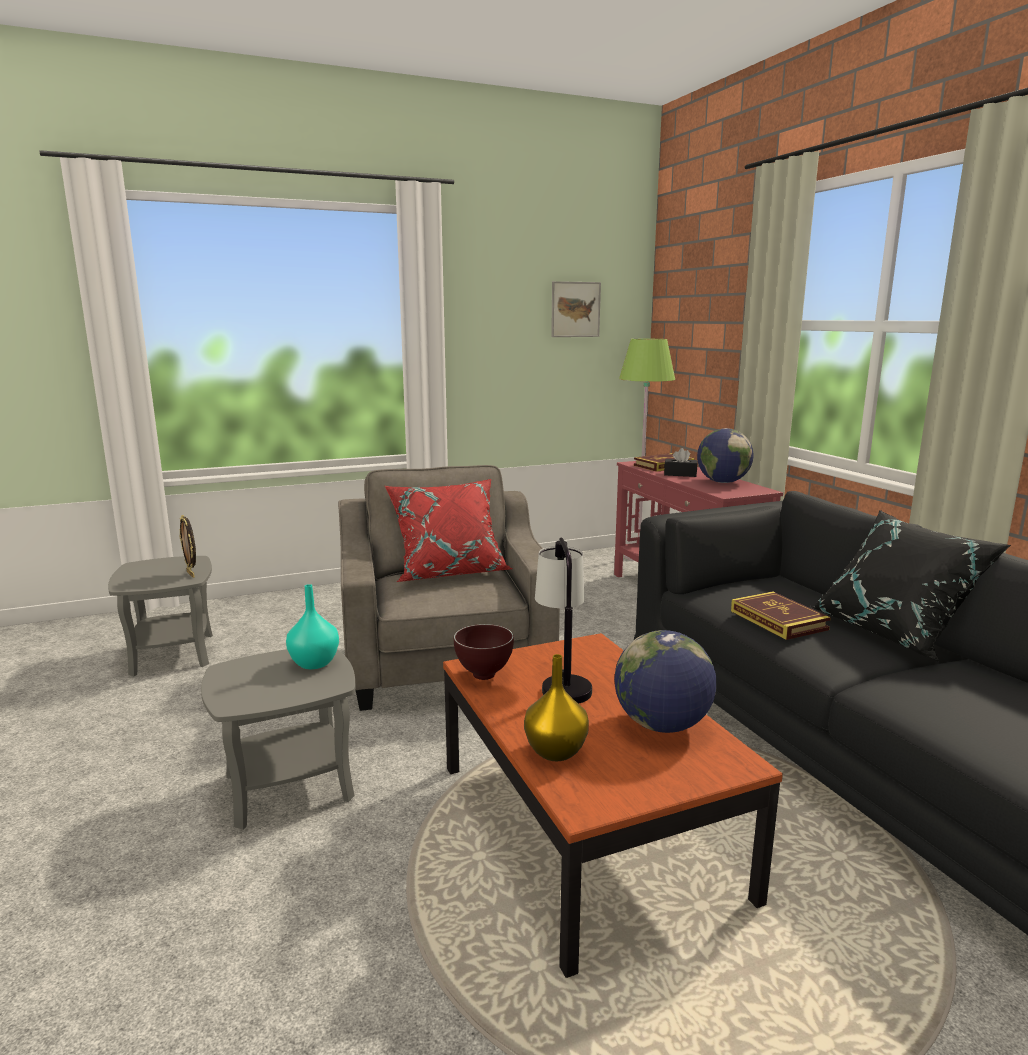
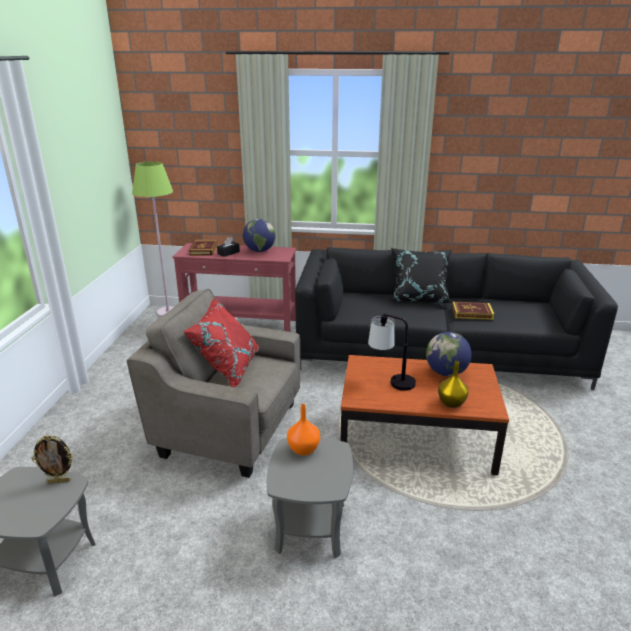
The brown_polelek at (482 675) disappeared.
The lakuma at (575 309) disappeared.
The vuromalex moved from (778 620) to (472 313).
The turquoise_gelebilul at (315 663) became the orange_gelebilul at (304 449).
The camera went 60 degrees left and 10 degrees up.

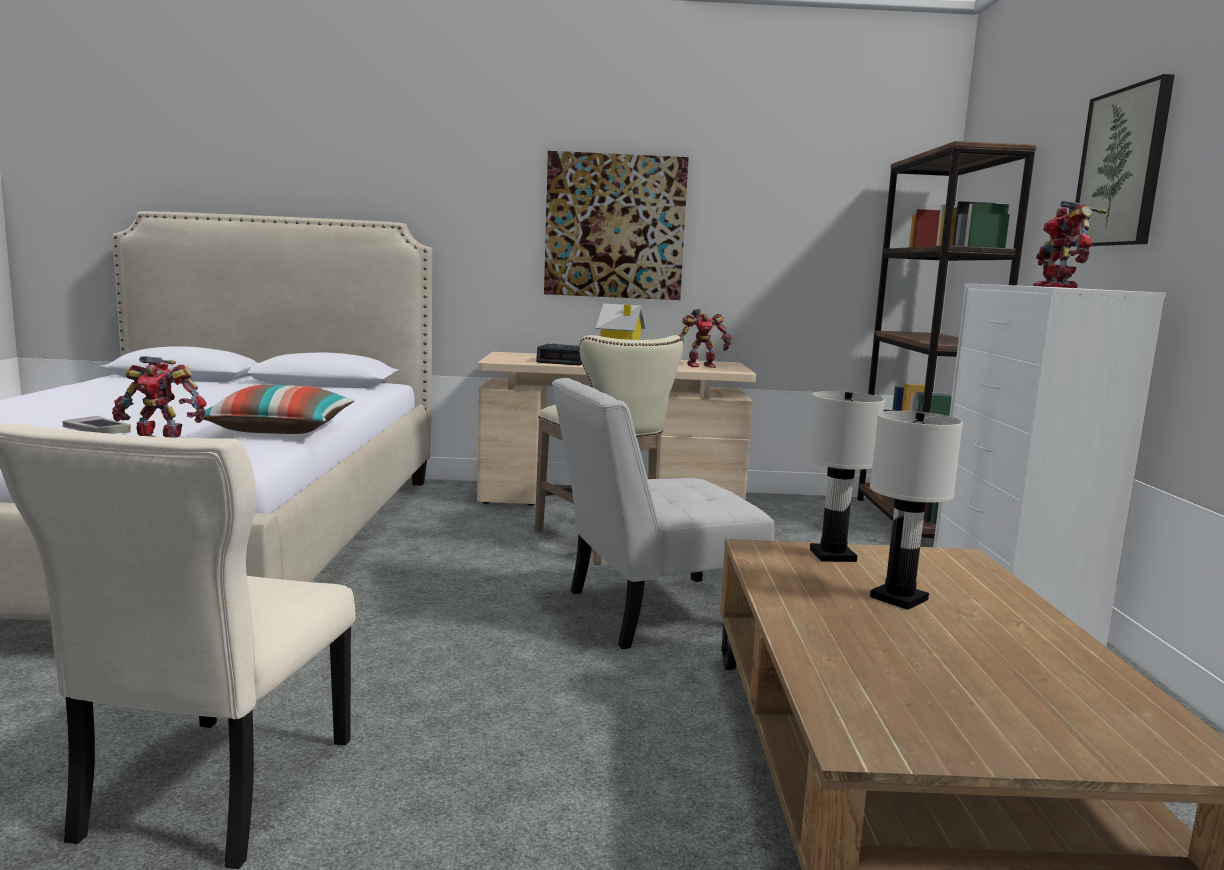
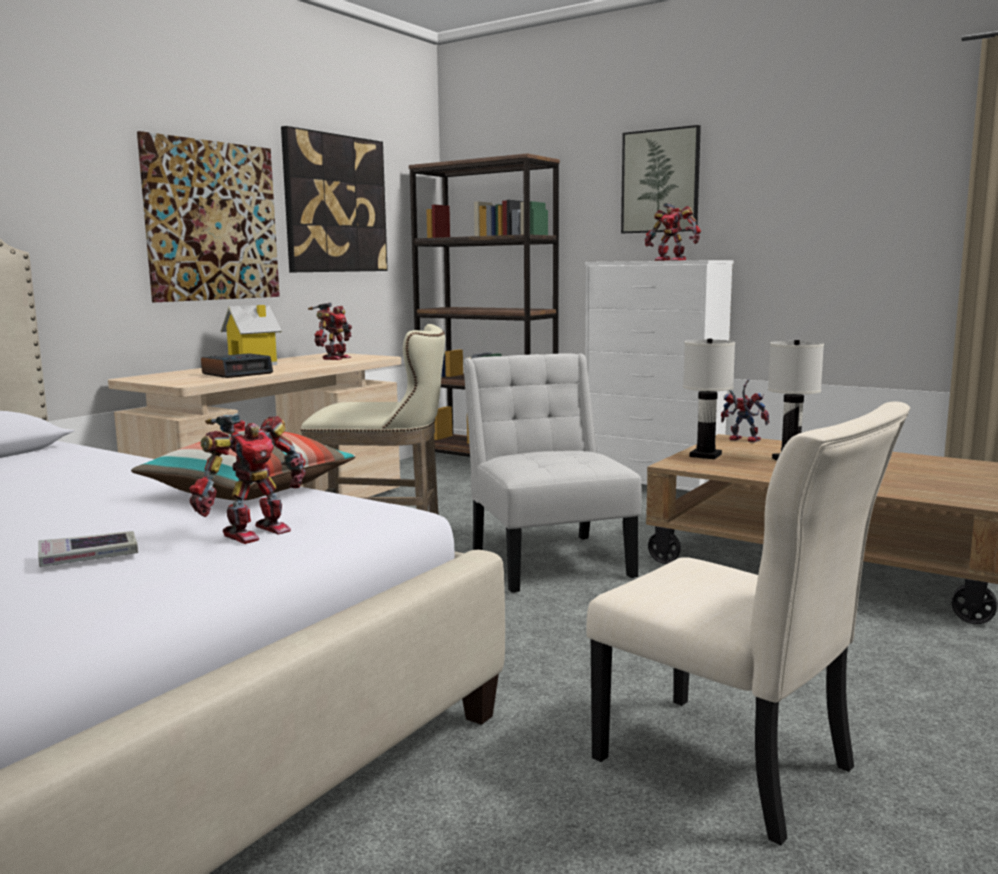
The lakuma at (335 204) appeared.
The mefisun at (741 440) appeared.
The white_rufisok at (651 612) turned 150 degrees clockwise.
The camera went 55 degrees left and 0 degrees up.

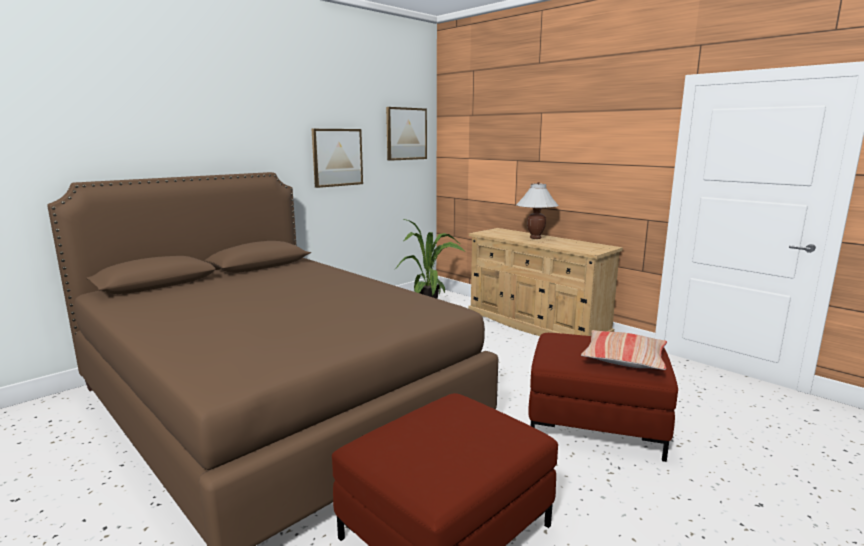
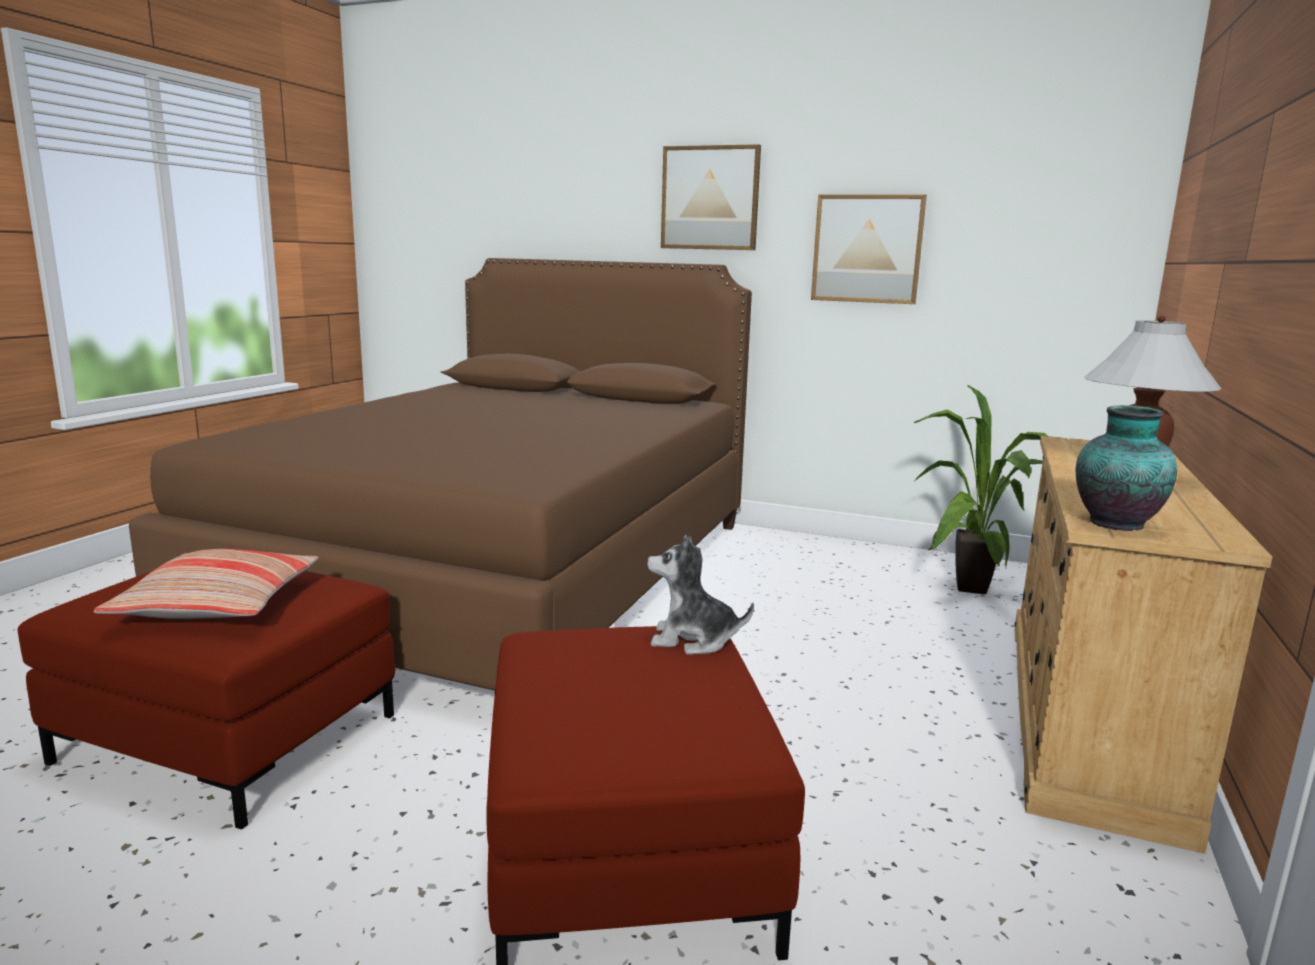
The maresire at (693 640) appeared.
The gelebilul at (1115 524) appeared.
The lakuma moved from (406 134) to (710 198).
The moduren moved from (624 359) to (218 604).
The camera went 65 degrees right and 0 degrees up.

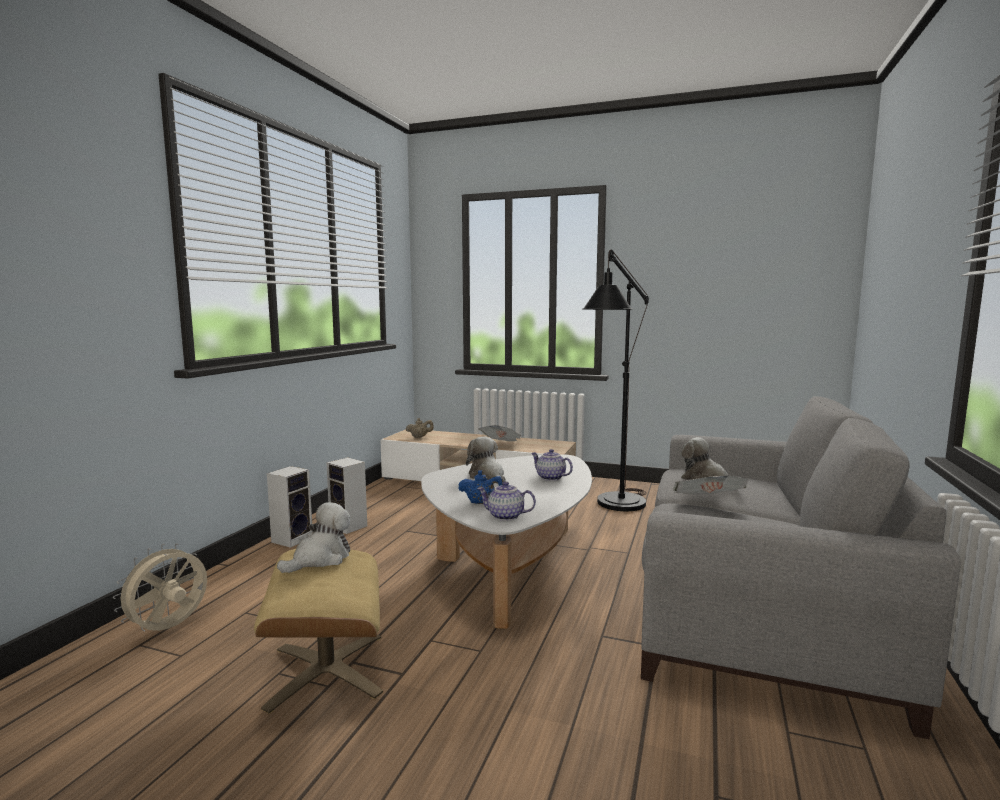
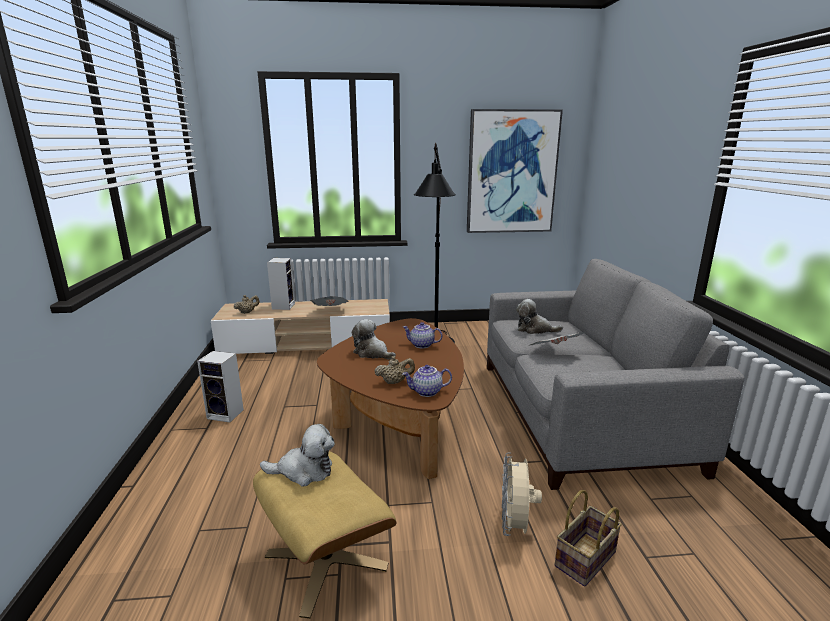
The lakuma at (511 172) appeared.
The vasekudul at (585 560) appeared.
The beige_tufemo moved from (169 629) to (515 526).
The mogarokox moved from (292 539) to (283 306).
The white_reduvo at (512 566) became the brown_reduvo at (399 420).
The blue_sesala at (481 503) became the beige_sesala at (394 382).
The maresire at (320 559) turned 75 degrees clockwise.
The camera went 25 degrees left and 10 degrees up.

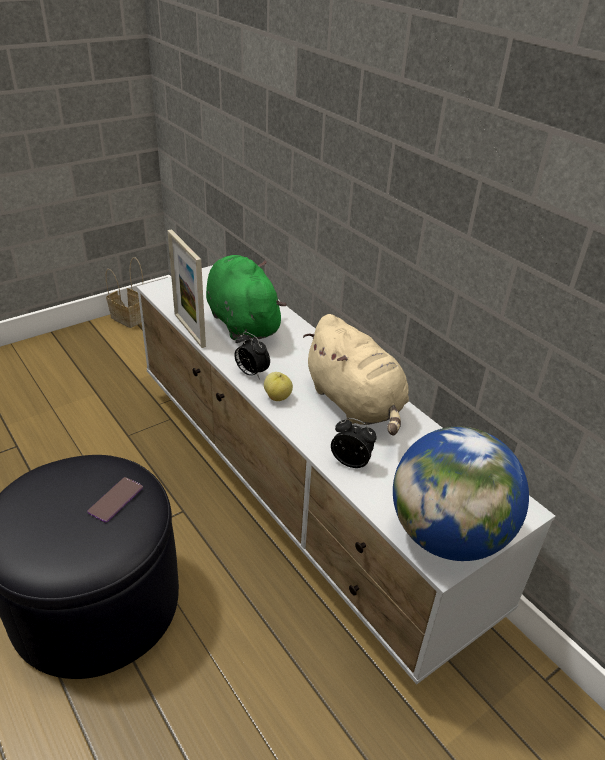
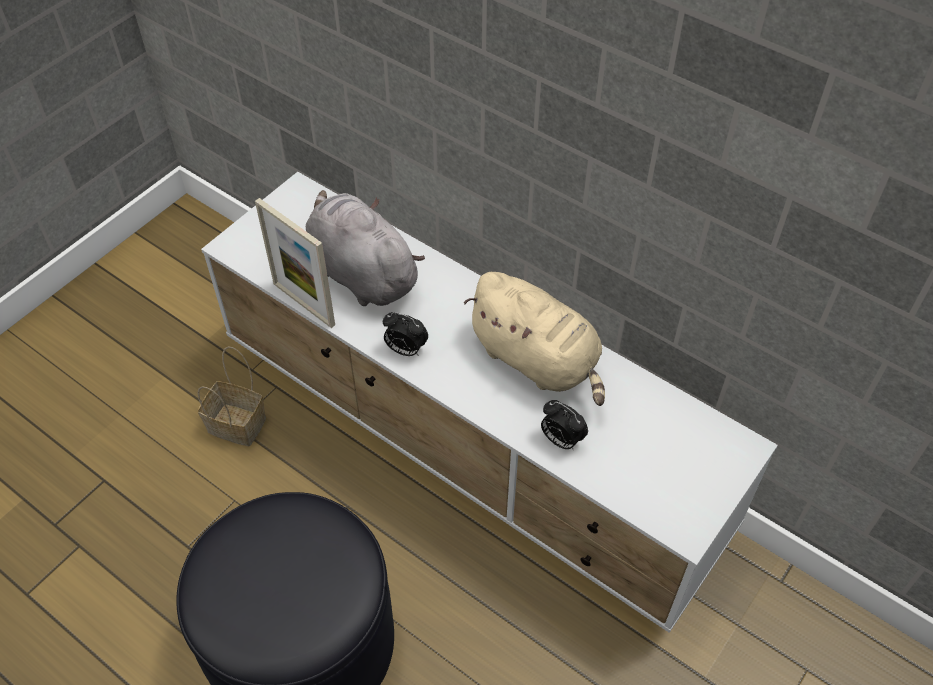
The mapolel at (116 500) disappeared.
The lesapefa at (278 397) disappeared.
The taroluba at (447 535) disappeared.
The vasekudul moved from (130 318) to (239 424).
The green_maresire at (242 321) became the grey_maresire at (360 272).
The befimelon at (351 462) turned 150 degrees counterclockwise.
The camera went 15 degrees left and 15 degrees up.

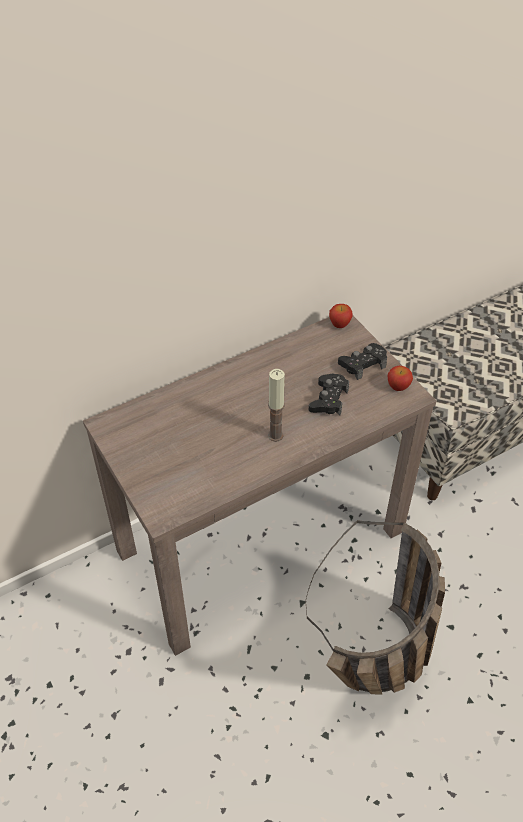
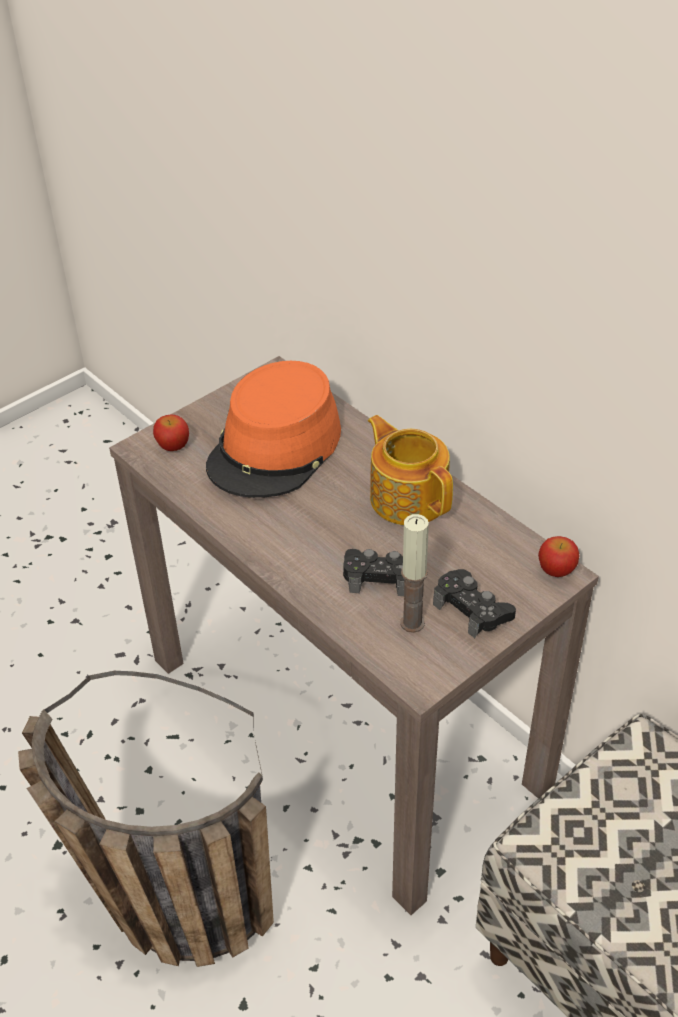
The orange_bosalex at (275 448) appeared.
The sesala at (408 497) appeared.
The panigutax moved from (275 435) to (412 623).
The lesapefa moved from (398 386) to (173 446).
The camera went 80 degrees right and 5 degrees down.

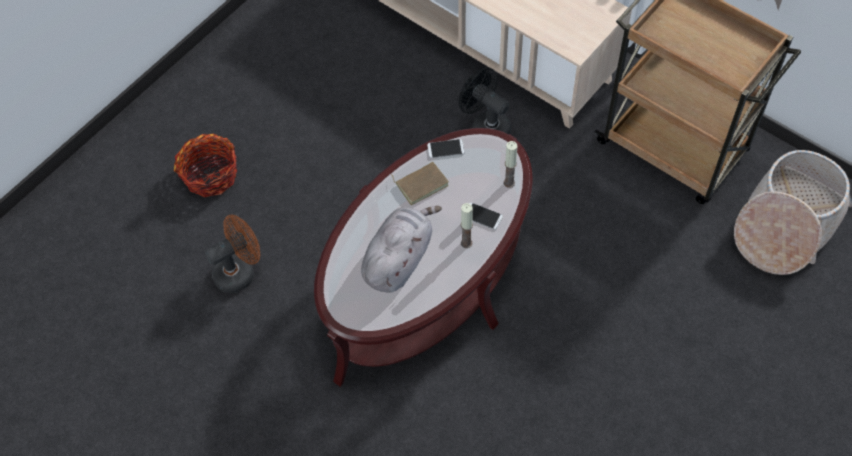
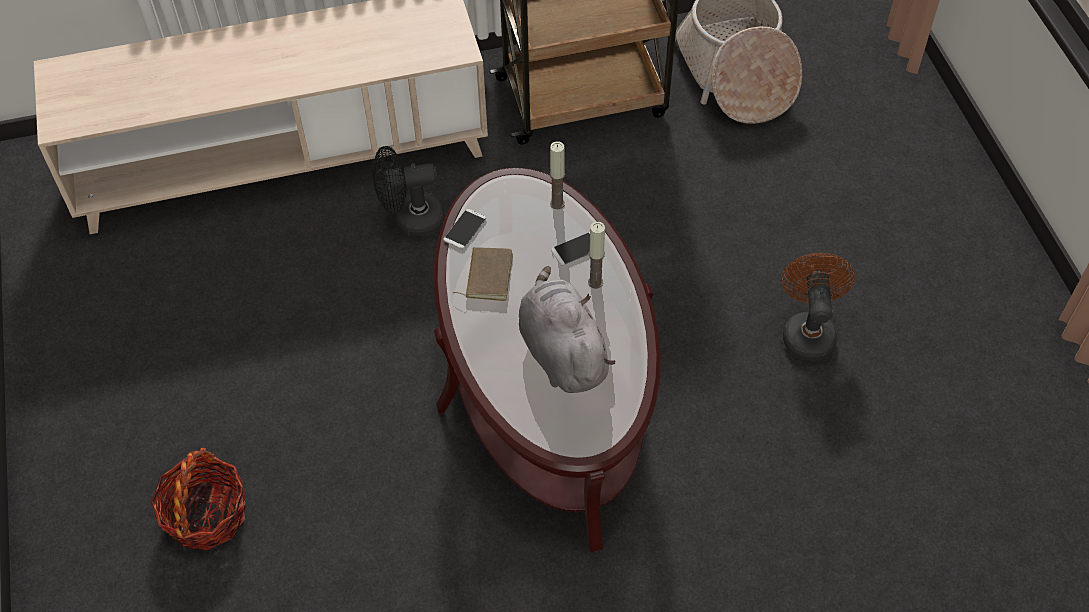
The brown_tufemo moved from (239 271) to (807 331).
The camera went 55 degrees left and 5 degrees down.

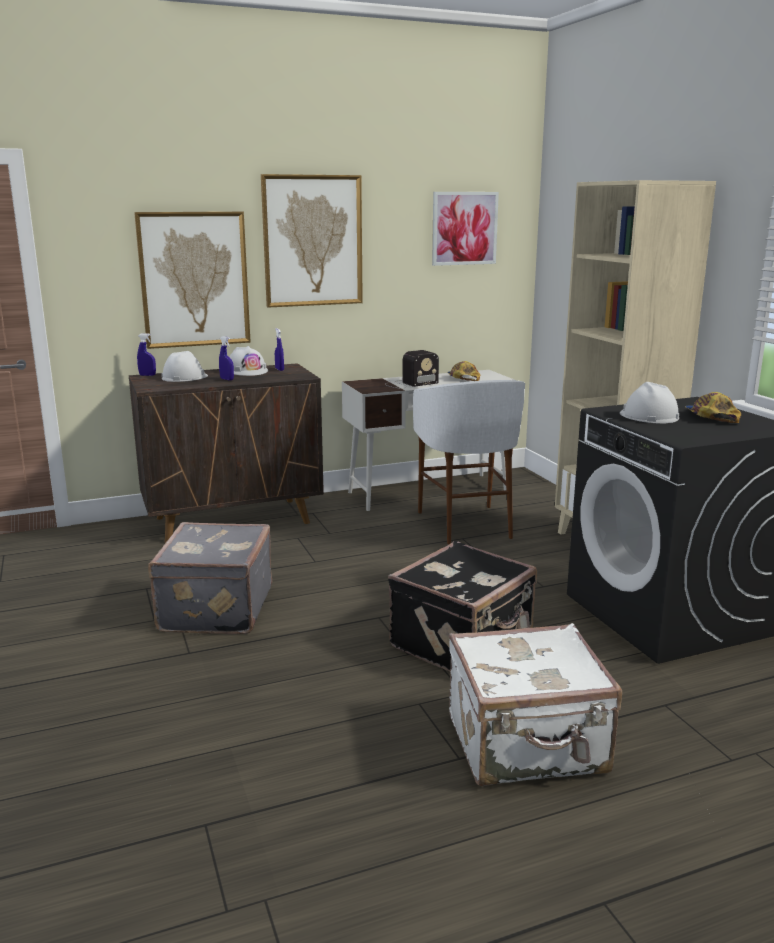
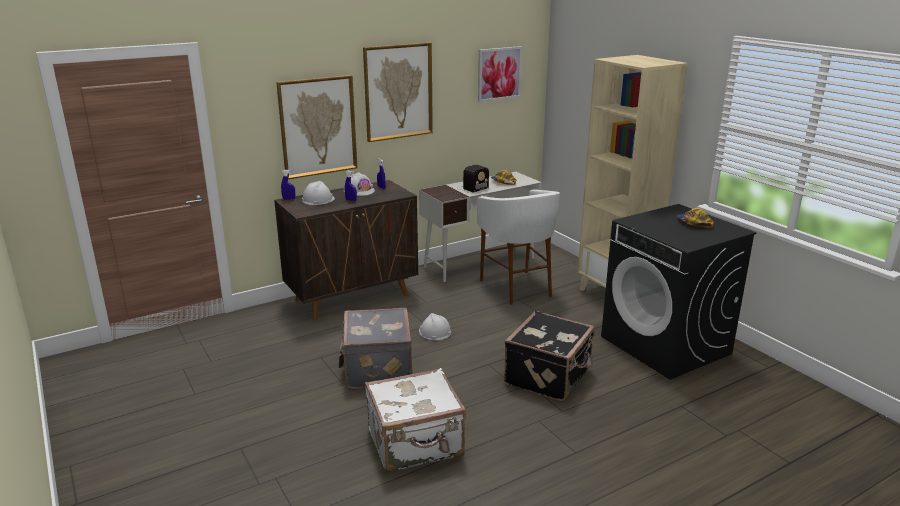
The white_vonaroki moved from (527 745) to (416 444).
The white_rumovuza moved from (648 416) to (434 332).
The camera went 10 degrees left and 5 degrees up.

